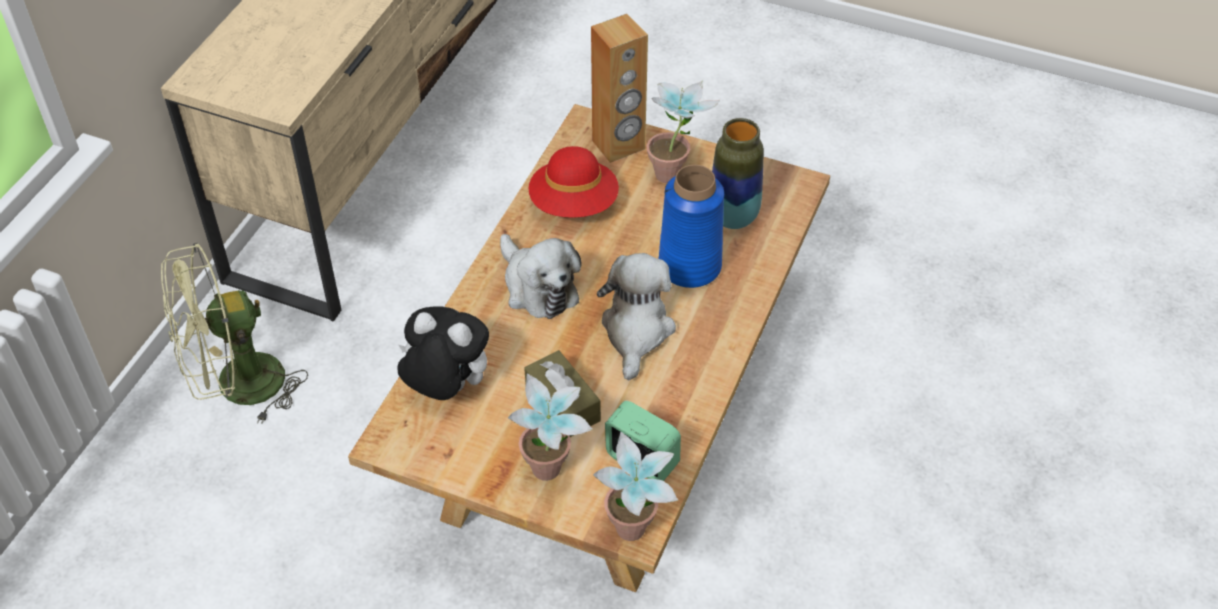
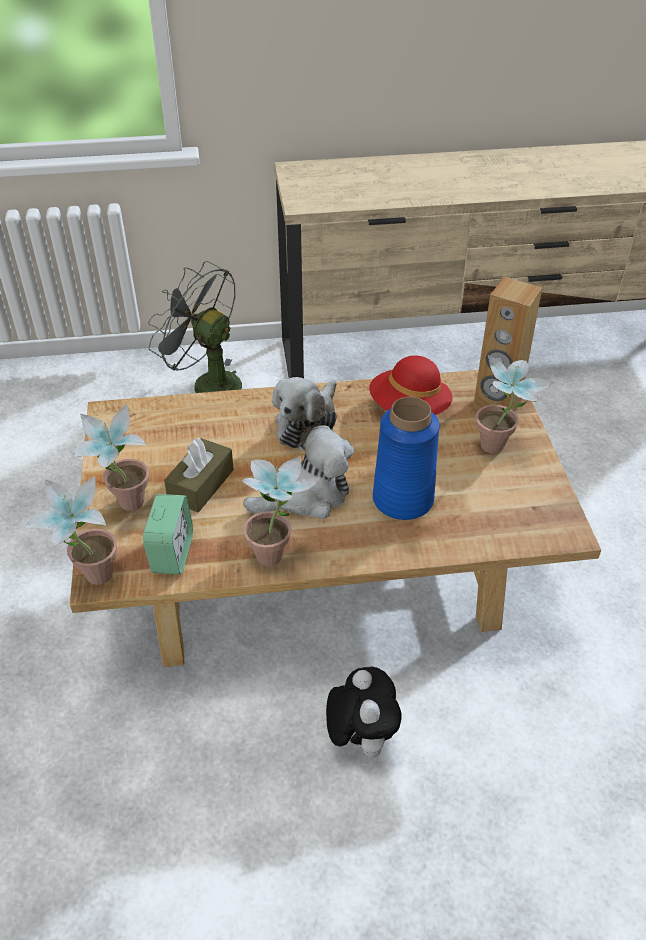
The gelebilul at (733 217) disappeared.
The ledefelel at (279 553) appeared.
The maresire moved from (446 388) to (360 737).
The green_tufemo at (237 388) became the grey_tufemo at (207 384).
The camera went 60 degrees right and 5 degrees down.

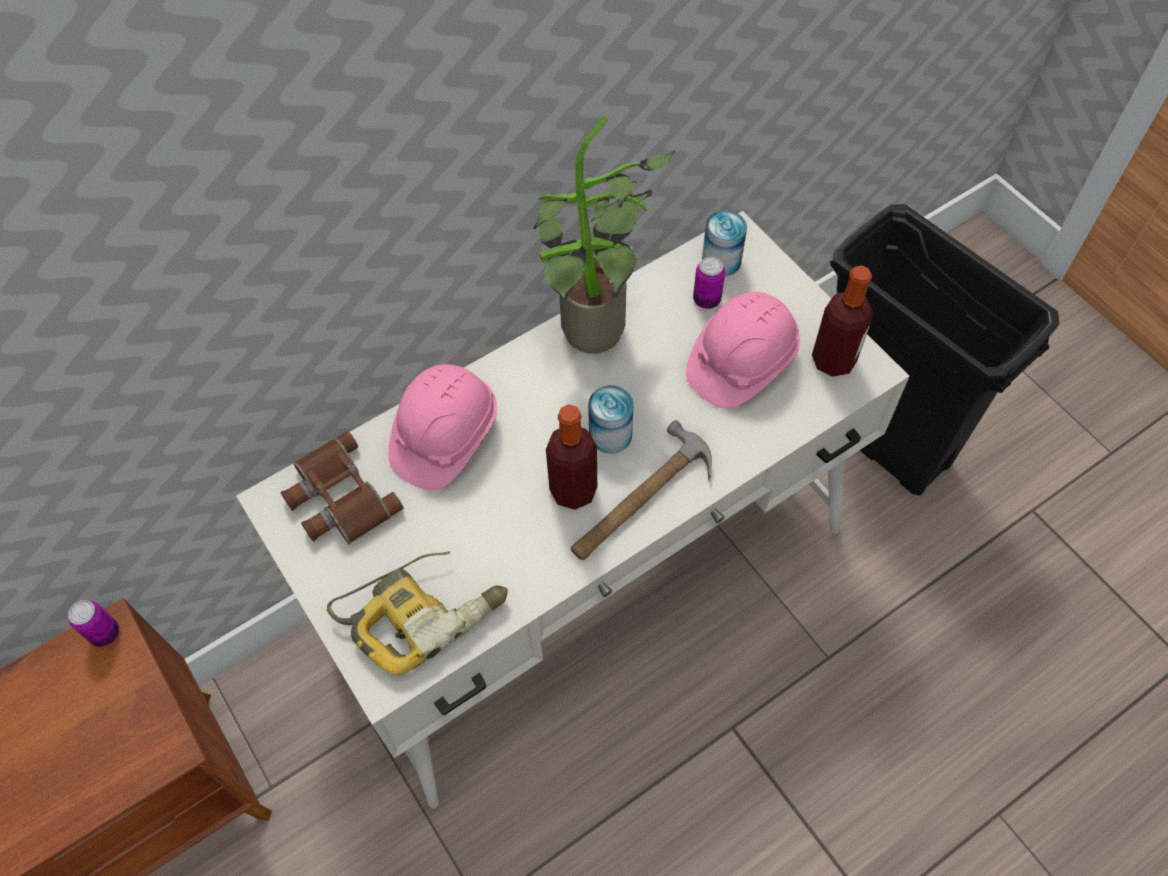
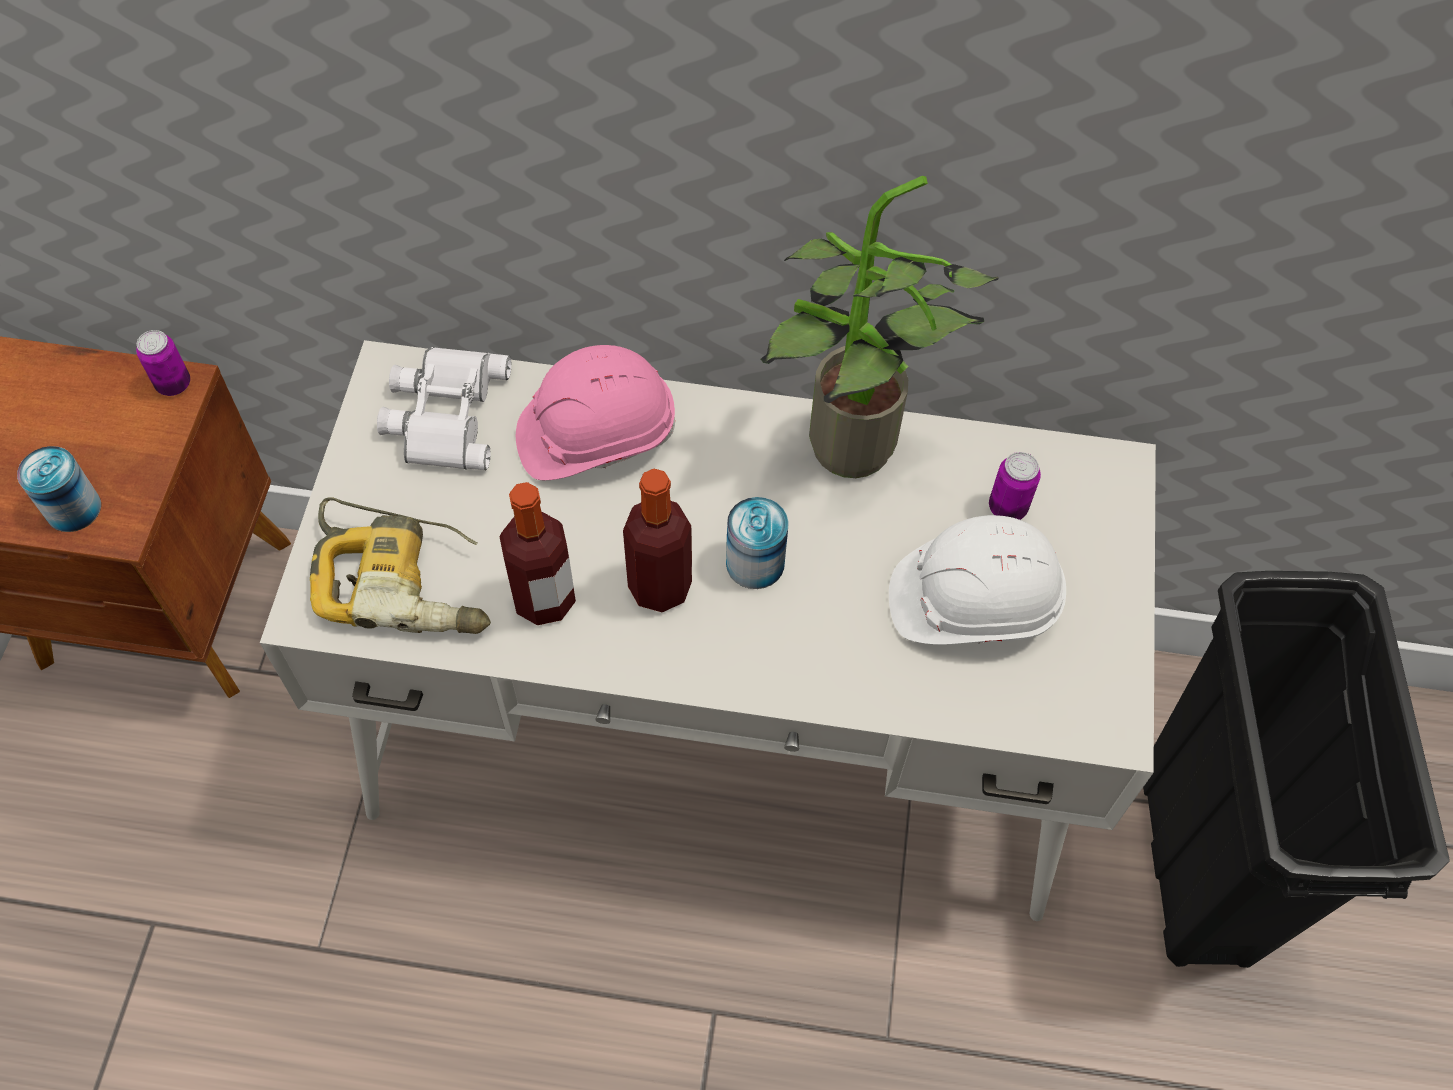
The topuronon at (640 500) disappeared.
The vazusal moved from (721 261) to (73 508).
The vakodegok moved from (833 360) to (544 599).
The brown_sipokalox at (338 497) became the white_sipokalox at (444 413).
The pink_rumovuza at (740 362) became the white_rumovuza at (973 601).
The camera went 40 degrees right and 0 degrees up.

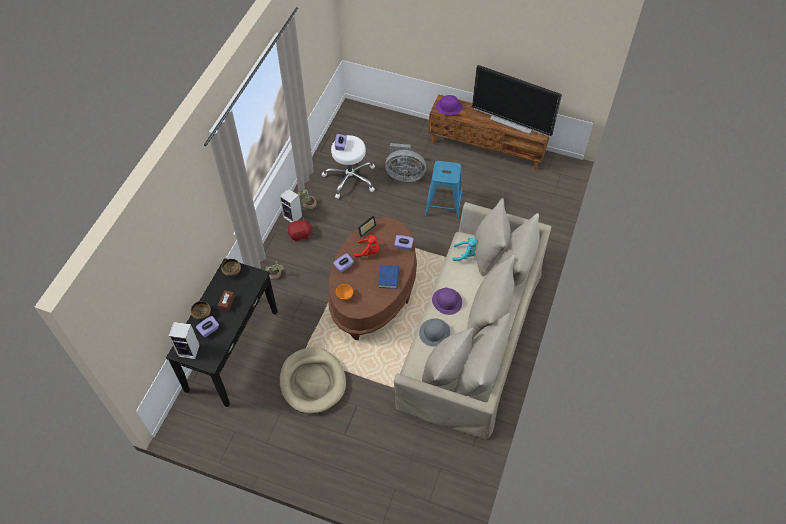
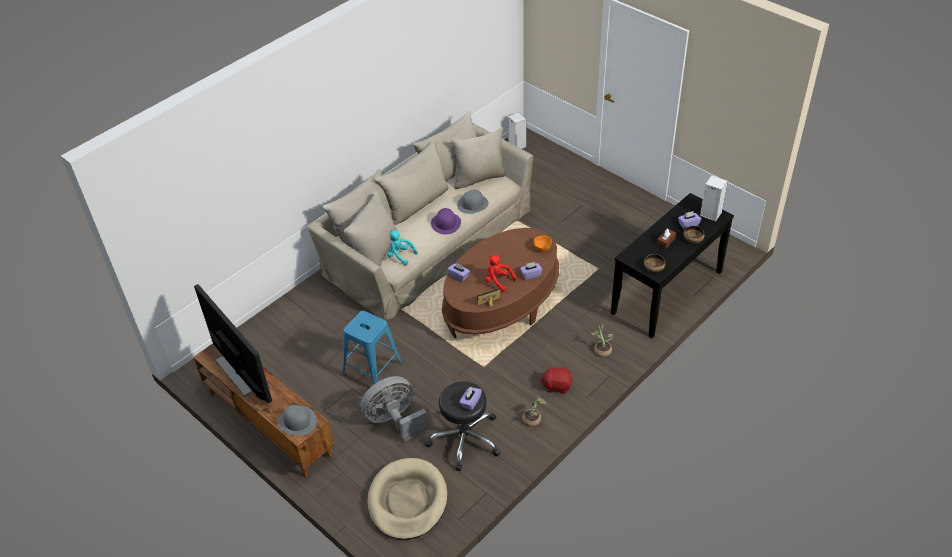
The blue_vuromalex at (388 278) disappeared.
The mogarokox moved from (293 217) to (516 145).
The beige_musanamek moved from (312 382) to (407 501).
The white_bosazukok at (350 178) became the black_bosazukok at (464 439).
The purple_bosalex at (449 107) became the grey_bosalex at (297 421).
The grey_tufemo at (404 175) turned 60 degrees counterclockwise.
The camera went 155 degrees left and 10 degrees down.

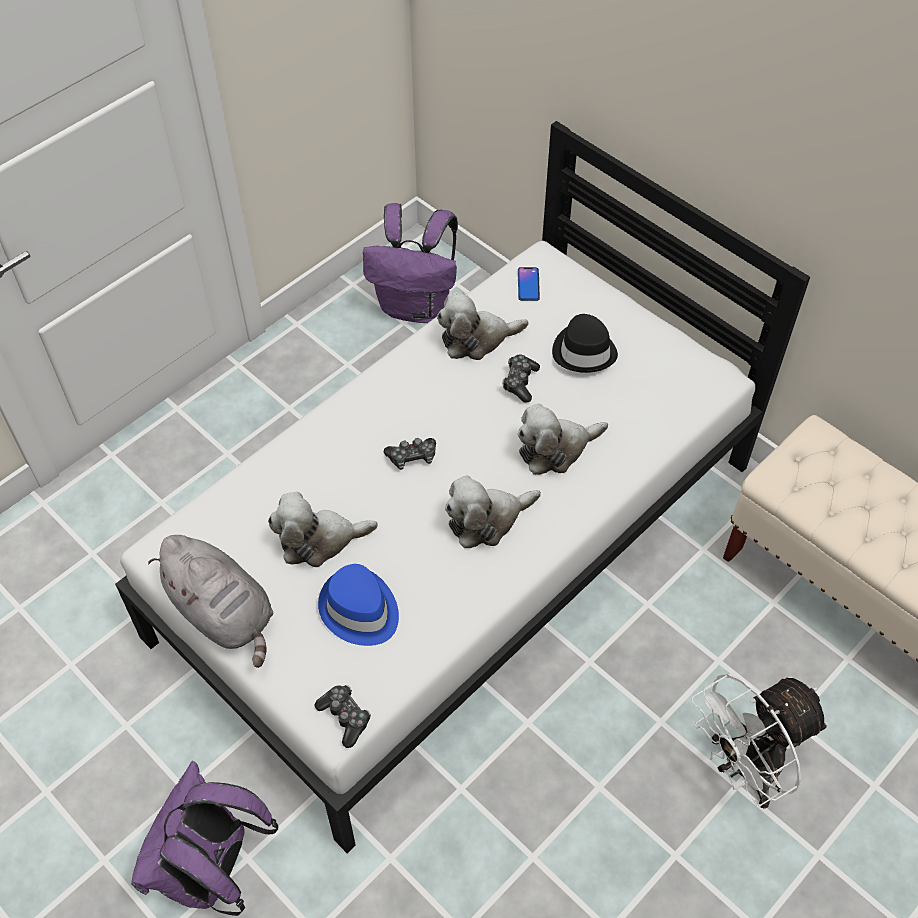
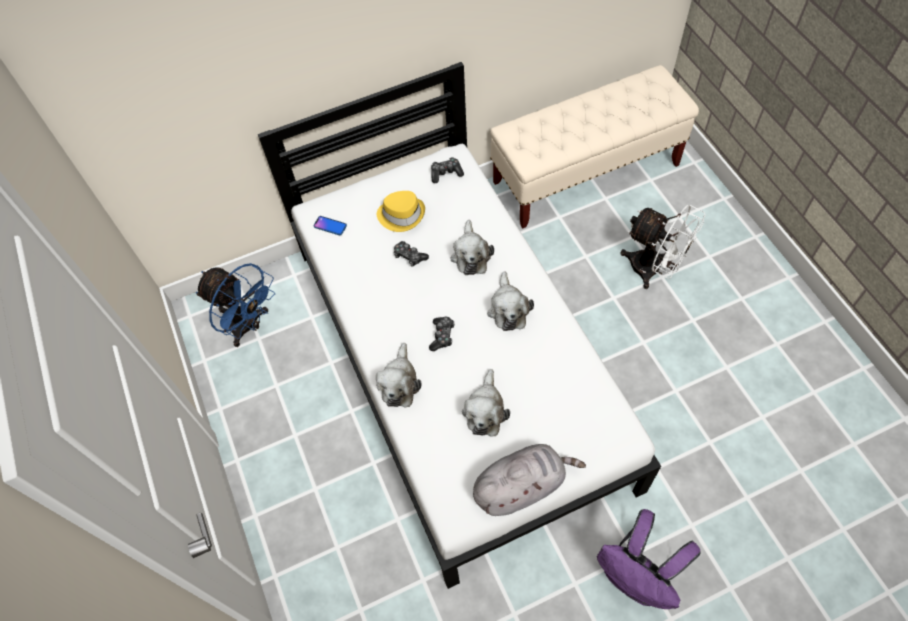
The blue_bosalex at (359 610) disappeared.
The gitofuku moved from (345 717) to (446 173).
The maresire moved from (476 339) to (399 383).
The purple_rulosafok at (416 307) was replaced by the blue_tufemo at (249 326).
The black_bosalex at (584 351) became the yellow_bosalex at (401 214).
The white_tufemo at (744 768) turned 45 degrees counterclockwise.
The camera went 65 degrees left and 5 degrees up.

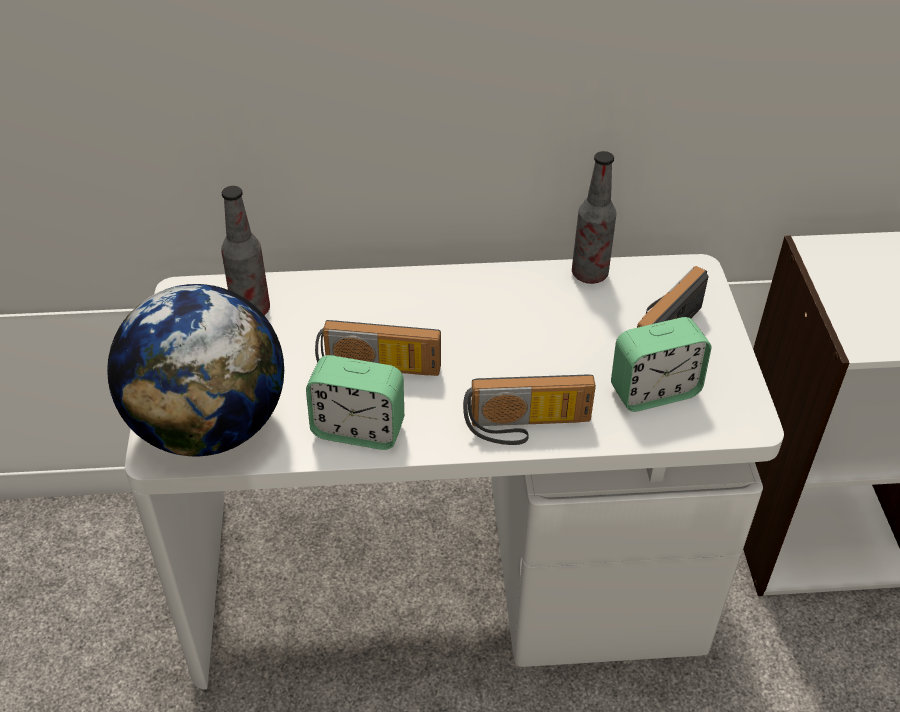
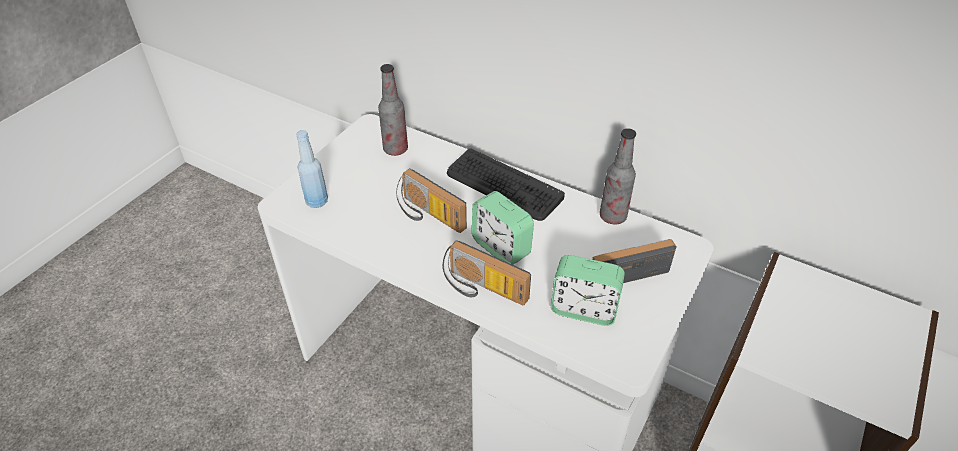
The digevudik at (503 186) appeared.
The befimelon moved from (358 429) to (501 247).
The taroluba at (210 427) was replaced by the blue_vakodegok at (317 201).
The camera went 35 degrees right and 0 degrees up.

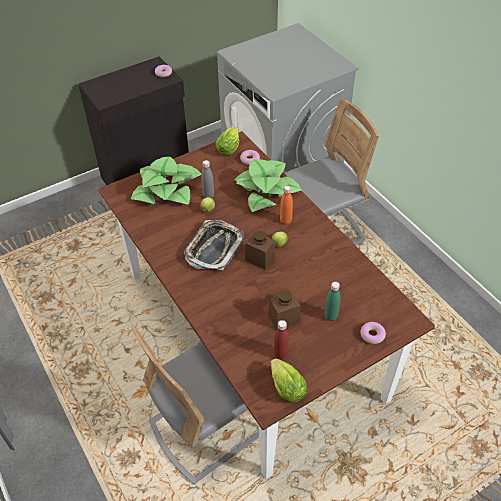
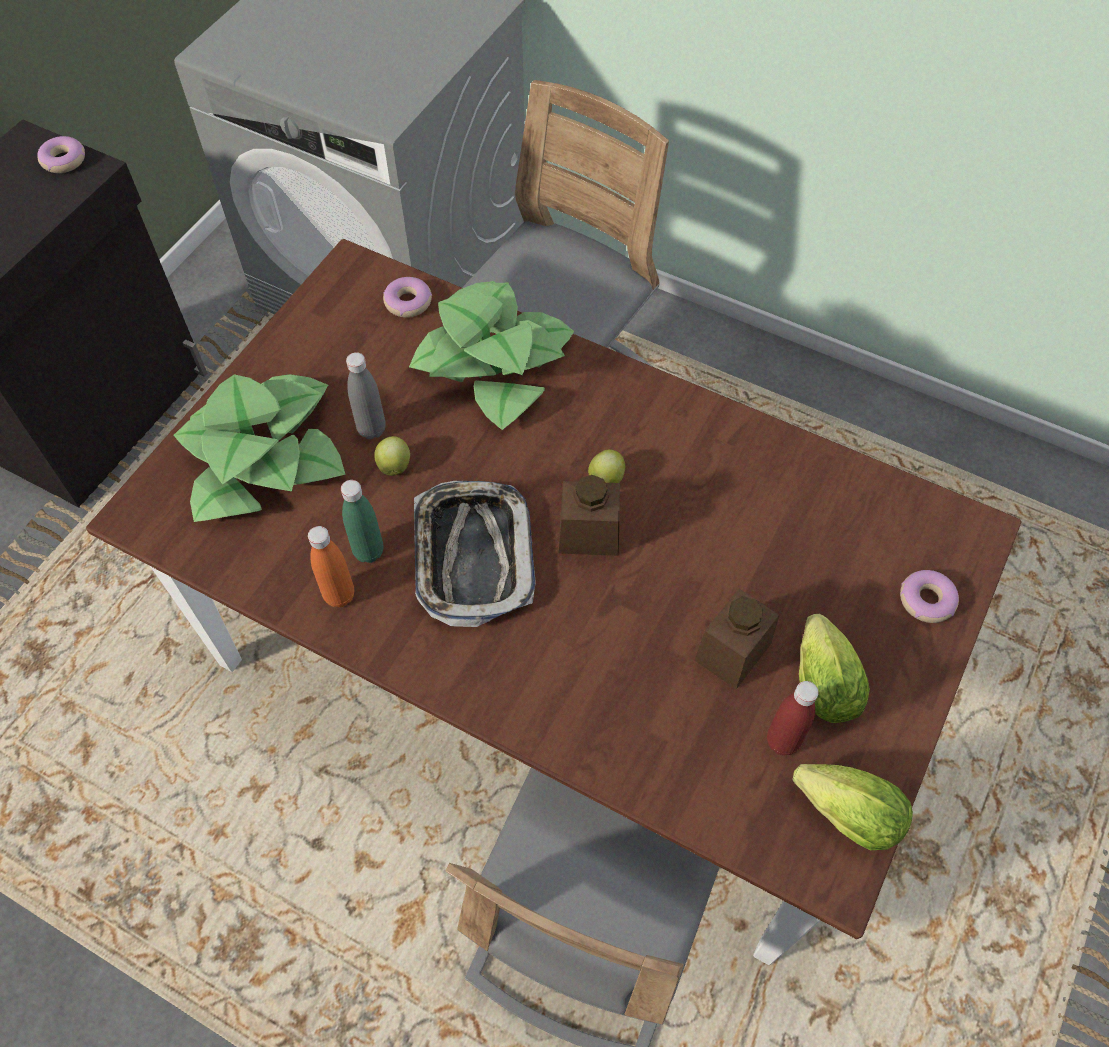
The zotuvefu moved from (229 147) to (821 679).
The orange_vakodegok moved from (285 221) to (339 595).
The green_vakodegok moved from (330 316) to (368 551).
The camera went 30 degrees left and 10 degrees up.

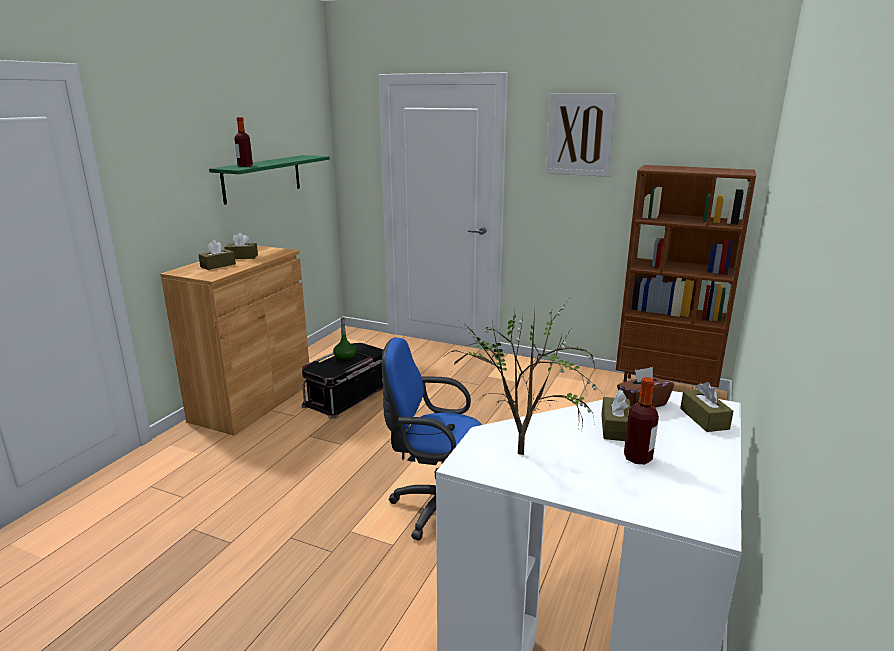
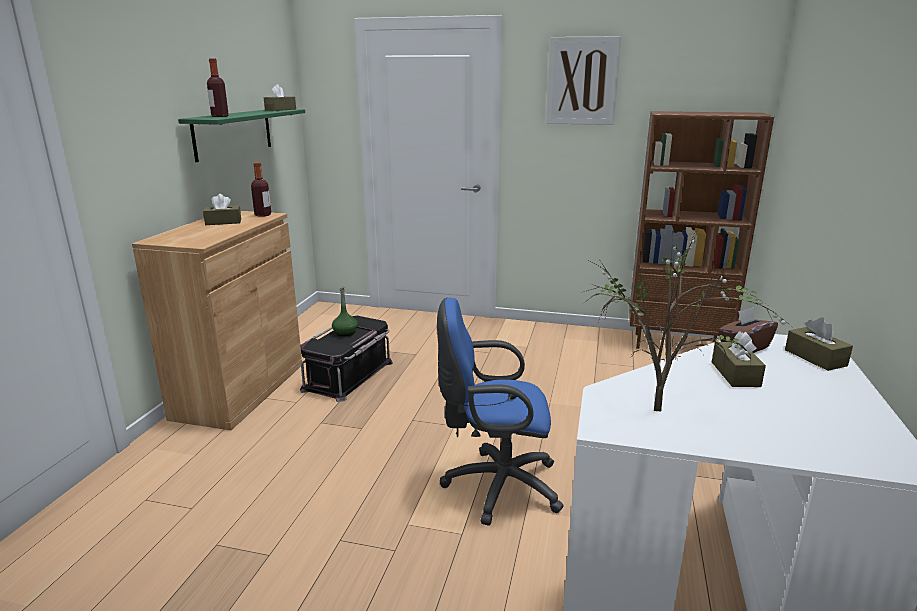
The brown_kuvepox moved from (218 265) to (280 109).
The vakodegok moved from (637 458) to (263 215).
The camera went 10 degrees left and 0 degrees up.

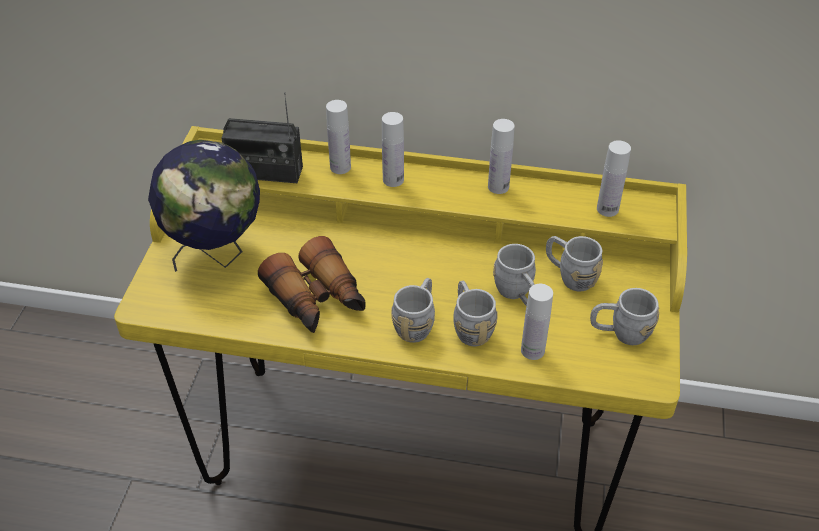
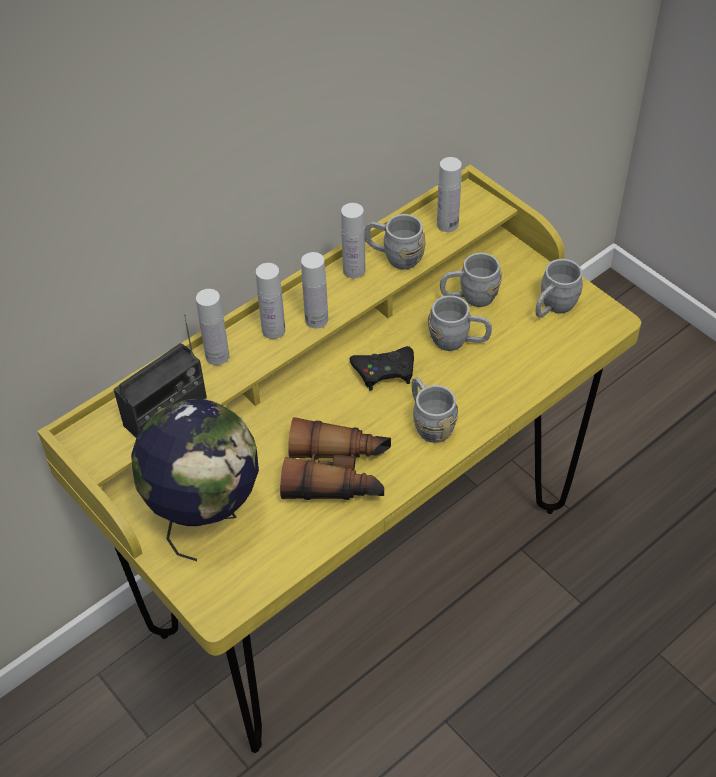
The black_gitofuku at (384 371) appeared.
The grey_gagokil moved from (470 327) to (394 256).
The white_vakodegok moved from (532 350) to (316 320).
The camera went 50 degrees left and 5 degrees up.

